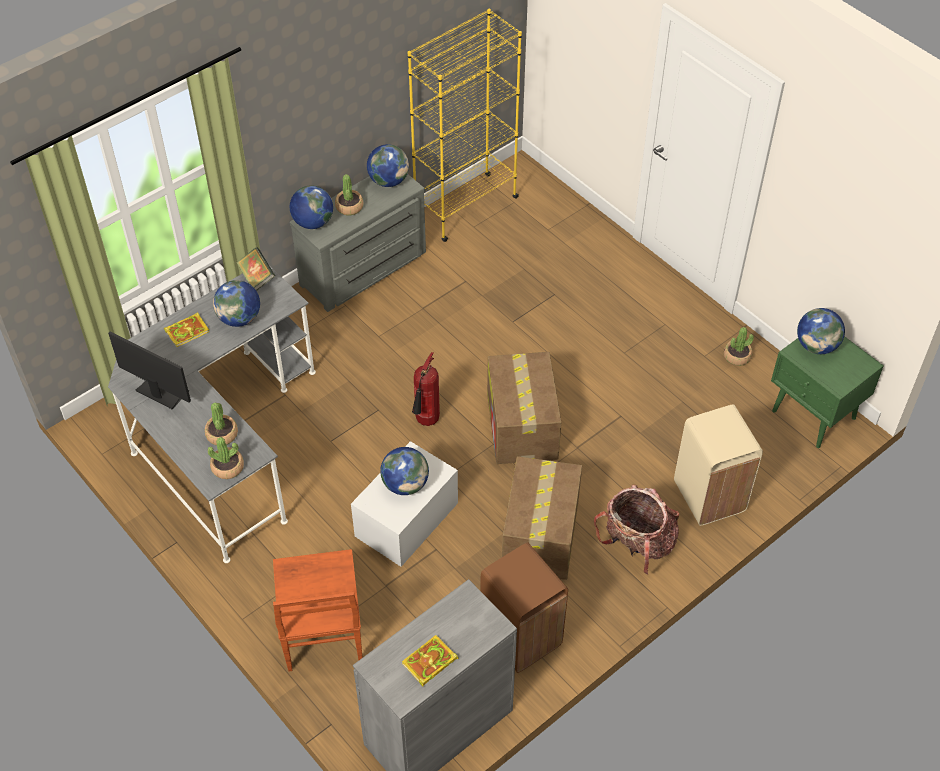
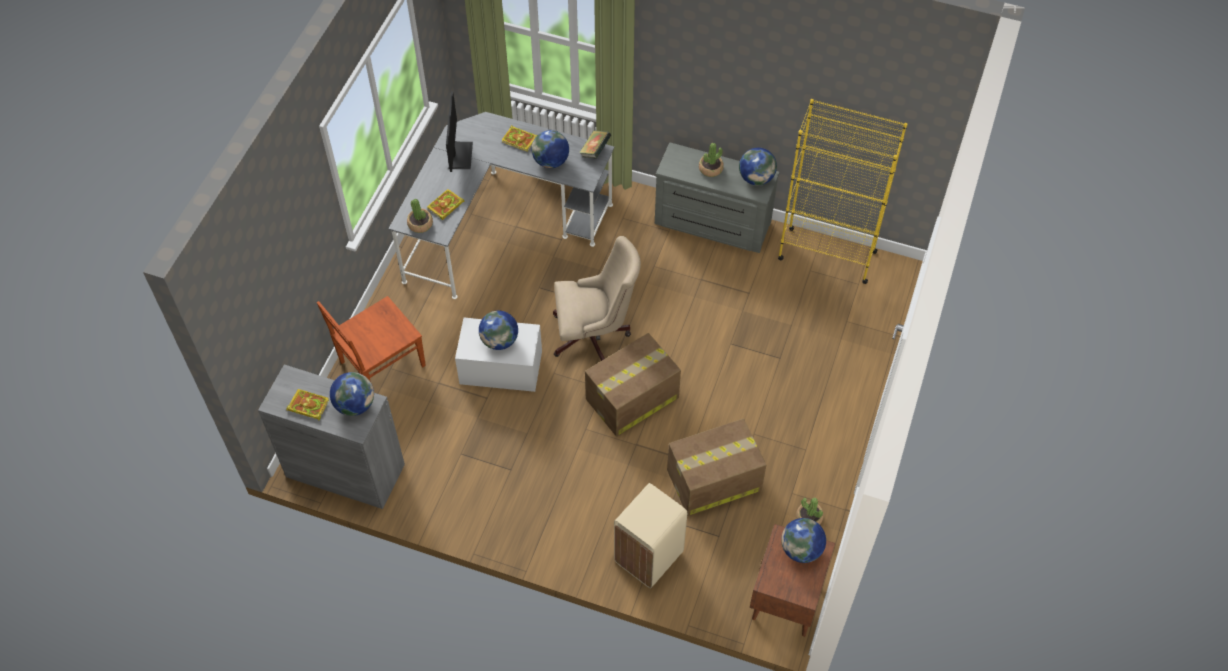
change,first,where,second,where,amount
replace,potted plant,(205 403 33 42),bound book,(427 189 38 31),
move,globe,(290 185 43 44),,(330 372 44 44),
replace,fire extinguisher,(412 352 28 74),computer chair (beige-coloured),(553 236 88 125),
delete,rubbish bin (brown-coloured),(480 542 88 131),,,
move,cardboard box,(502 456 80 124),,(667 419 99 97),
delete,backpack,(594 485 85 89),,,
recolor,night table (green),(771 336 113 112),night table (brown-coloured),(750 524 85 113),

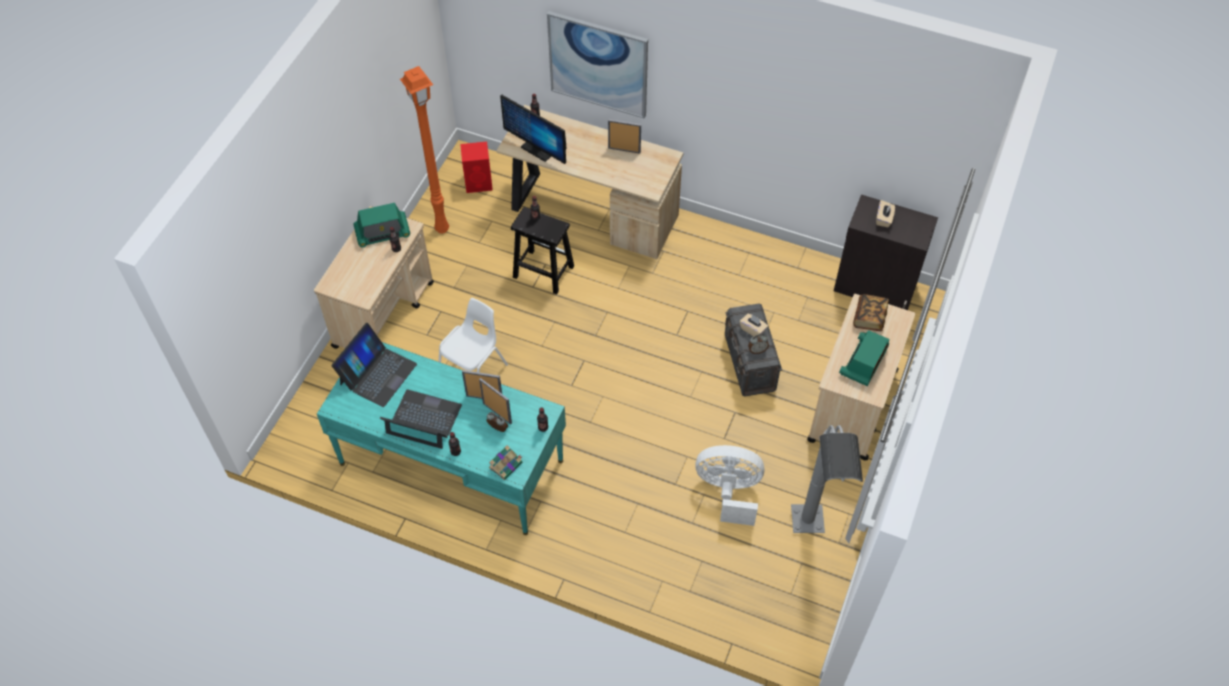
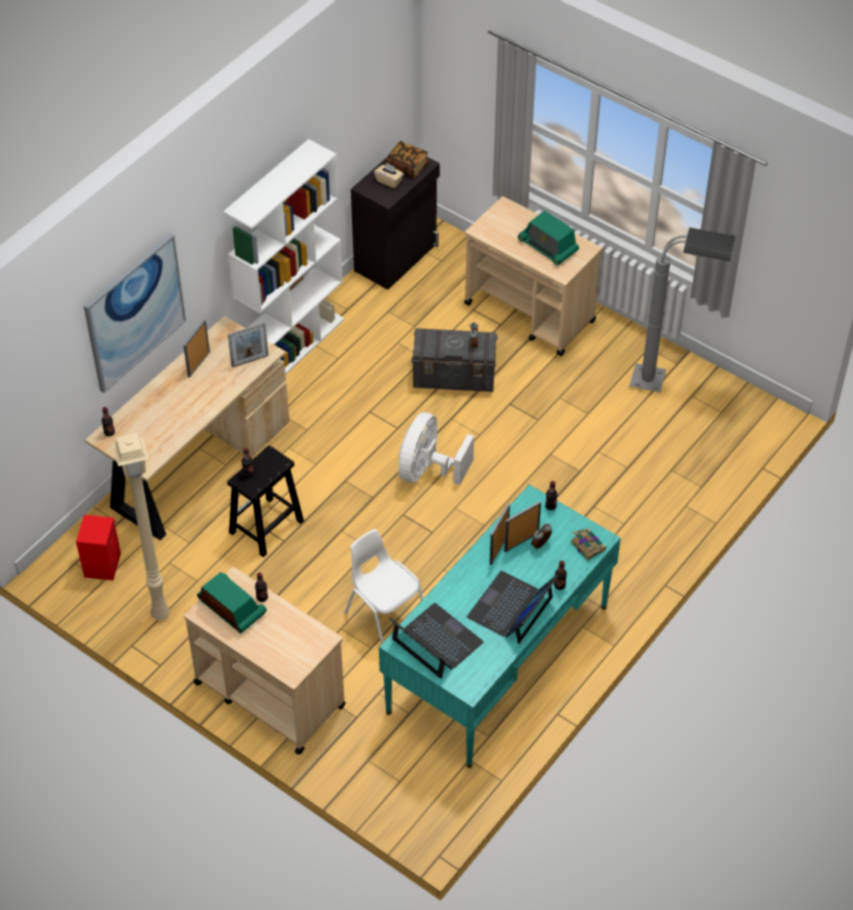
change,first,where,second,where,amount
rotate,radio receiver,(353 203 57 45),,(197 572 70 61),45 degrees counterclockwise
recolor,floor lamp (orange-coloured),(400 66 49 168),floor lamp (beige-coloured),(112 433 58 188),
delete,computer screen,(500 95 66 69),,,
move,fan (whitish),(695 445 69 81),,(398 412 76 73),
delete,box of tissues (beige-coloured),(740 313 28 24),,,
move,bound book,(853 294 36 37),,(386 141 43 37),
insert,,,shelving unit (whitish),(223 139 122 235),
insert,,,picture frame,(228 322 41 45),

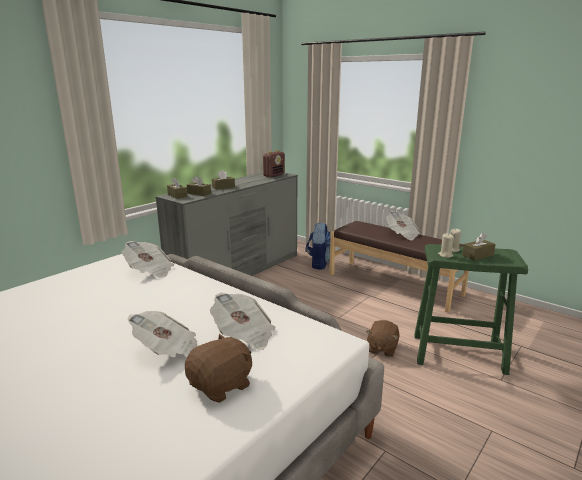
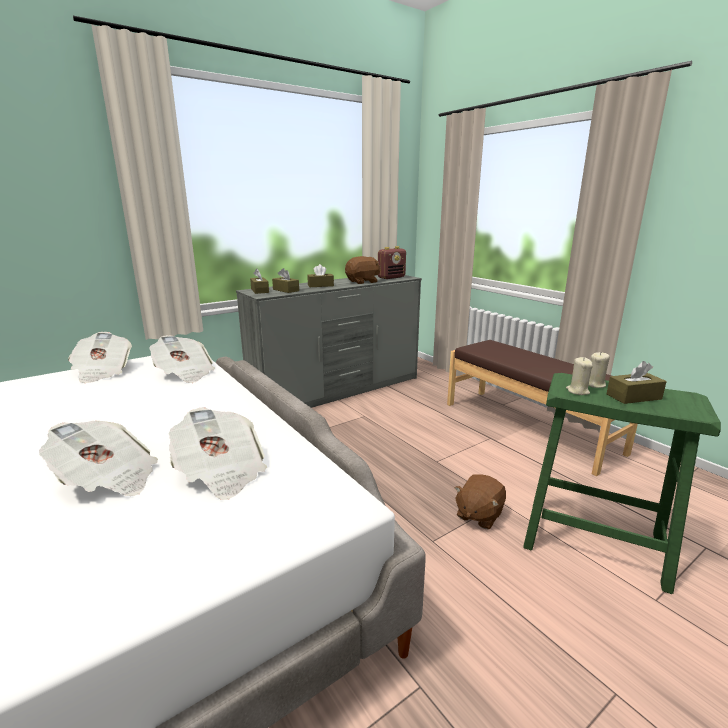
change,first,where,second,where,amount
move,plush toy (brown-coloured),(185 333 67 70),,(345 256 36 28),
delete,backpack,(306 222 25 48),,,
move,daily paper,(386 211 35 29),,(68 332 64 51),

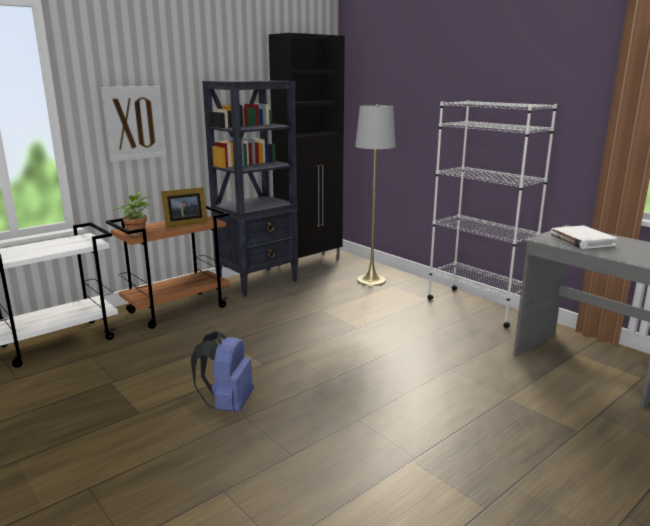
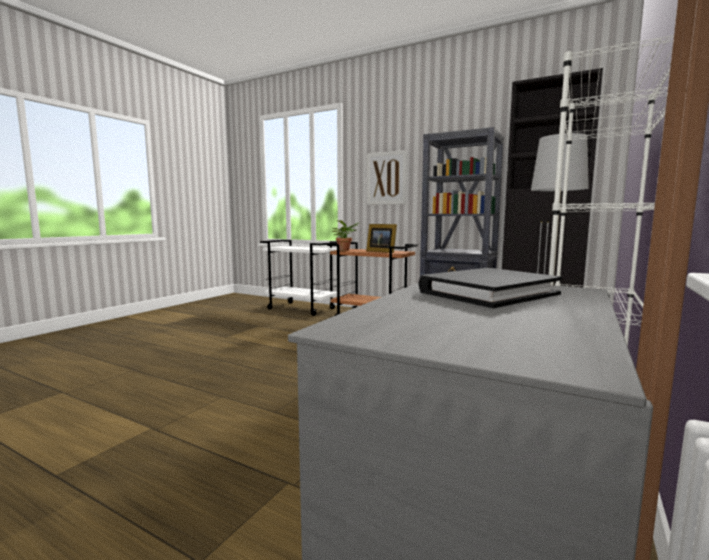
change,first,where,second,where,amount
delete,backpack (blue),(191 331 63 81),,,
recolor,bound book (whitish),(550 225 68 24),bound book (black),(419 268 143 40),

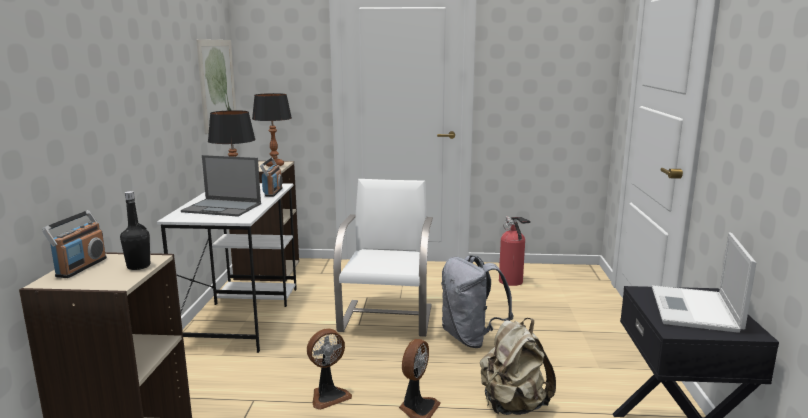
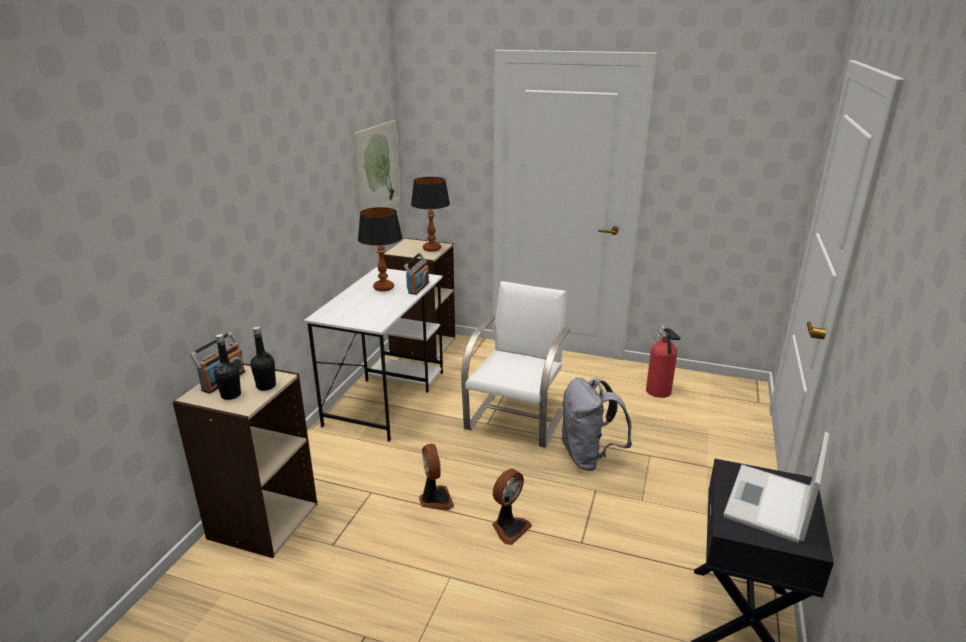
change,first,where,second,where,amount
delete,notebook computer,(181 155 80 62),,,
rotate,fan,(307 328 45 82),,(419 444 35 66),90 degrees counterclockwise
delete,backpack (beige-coloured),(480 318 76 97),,,
insert,,,beverage bottle (black),(214 334 27 66),

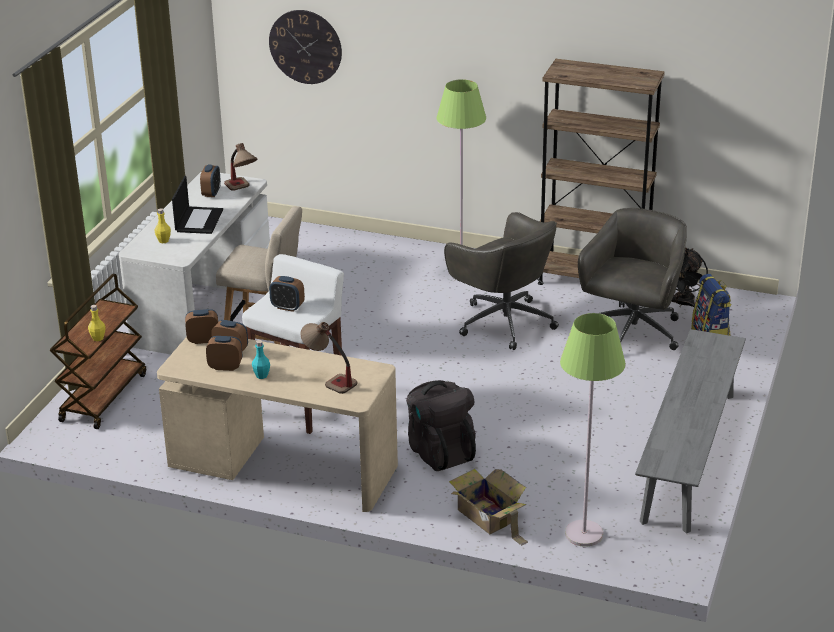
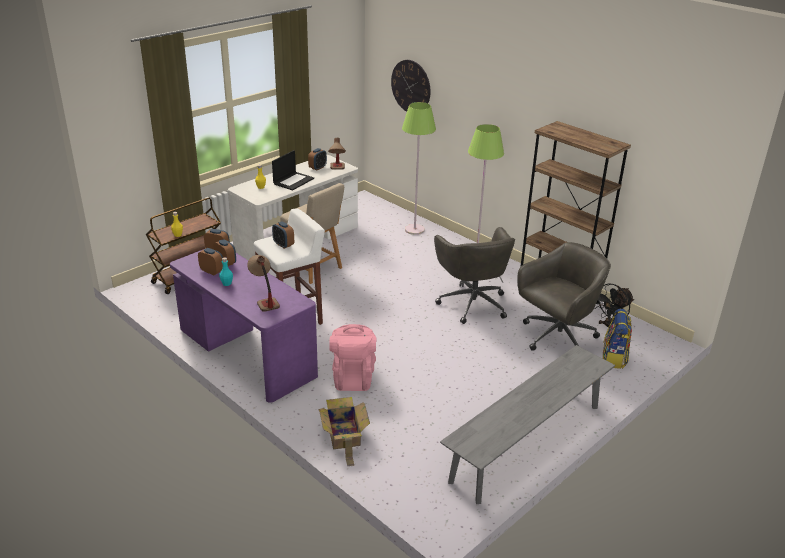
change,first,where,second,where,amount
recolor,desk unit (beige-coloured),(157 337 241 175),desk unit (purple-coloured),(170 249 148 154),
recolor,backpack (black),(406 380 70 91),backpack (pink-coloured),(329 324 48 67),
move,floor lamp (green),(560 313 66 234),,(402 102 34 133),

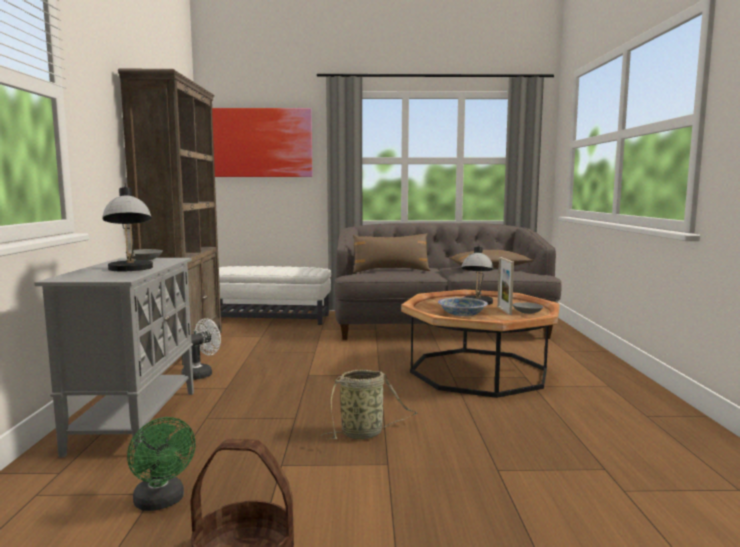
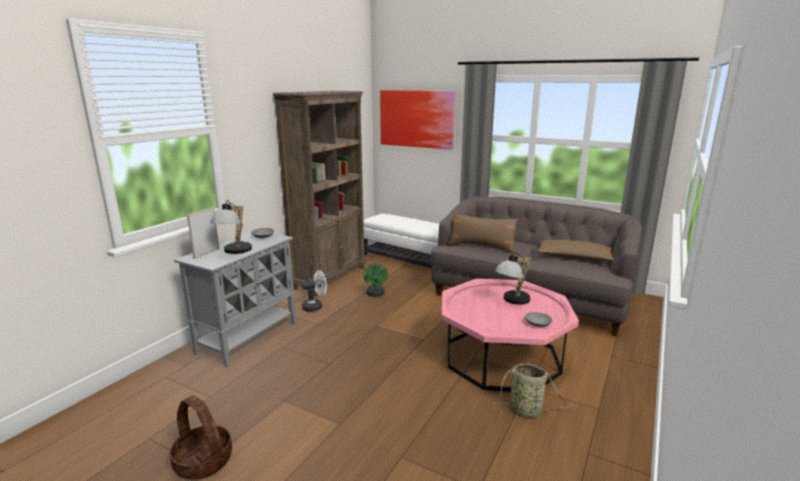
change,first,where,second,where,amount
move,fan (green),(127 417 69 94),,(363 263 25 34),
move,basket,(321 370 96 69),,(493 364 83 54),
recolor,low table (brown-coloured),(401 290 159 108),low table (pink-coloured),(442 279 137 113),
delete,serving bowl,(438 297 50 19),,,
move,picture frame,(497 257 17 58),,(187 207 32 52),

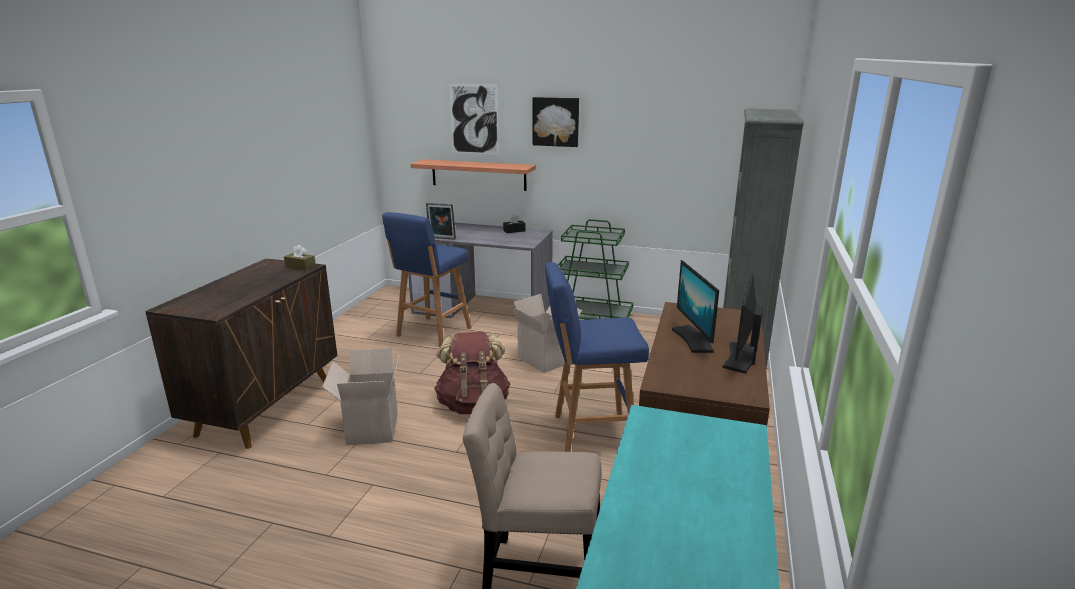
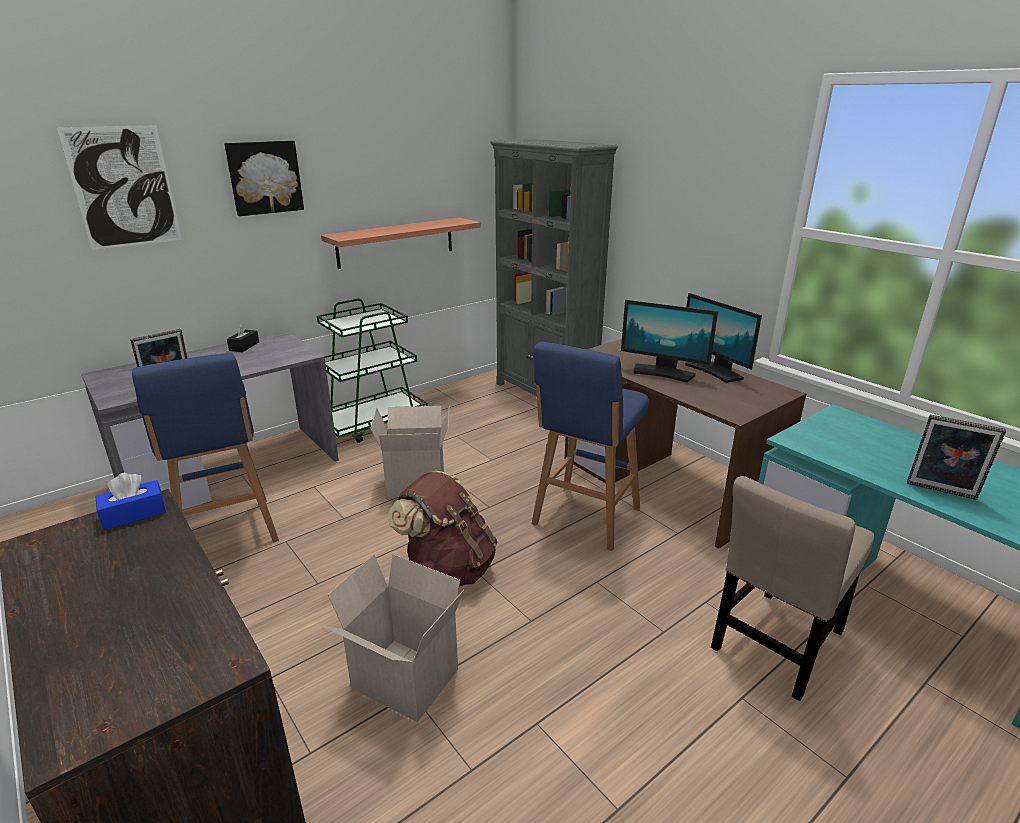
change,first,where,second,where,amount
recolor,box of tissues (brown-coloured),(284 245 32 26),box of tissues (blue),(95 473 71 57),
move,wall shelf,(411 159 125 32),,(321 217 159 52),
insert,,,picture frame,(907 415 99 85),

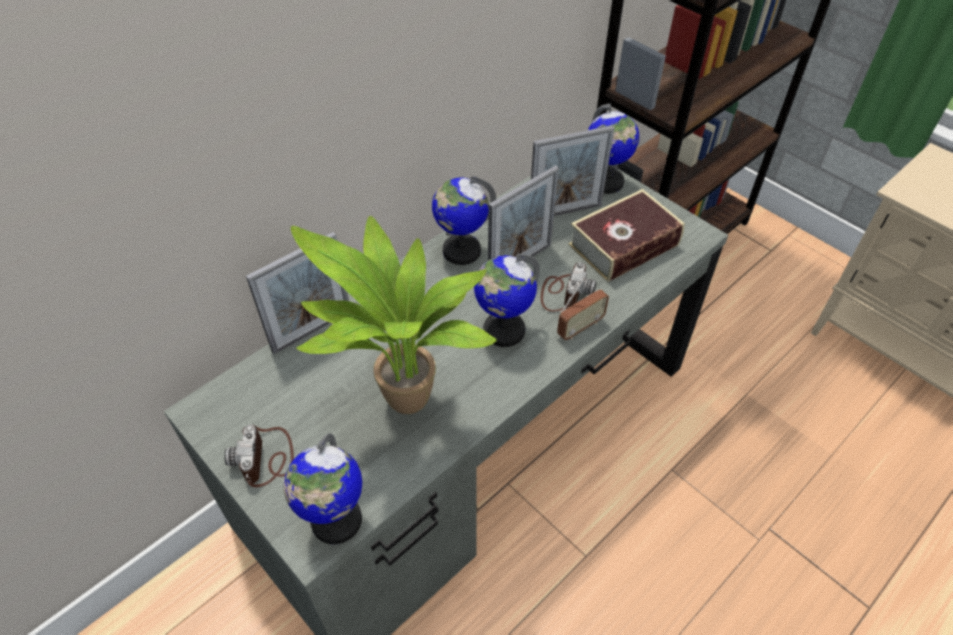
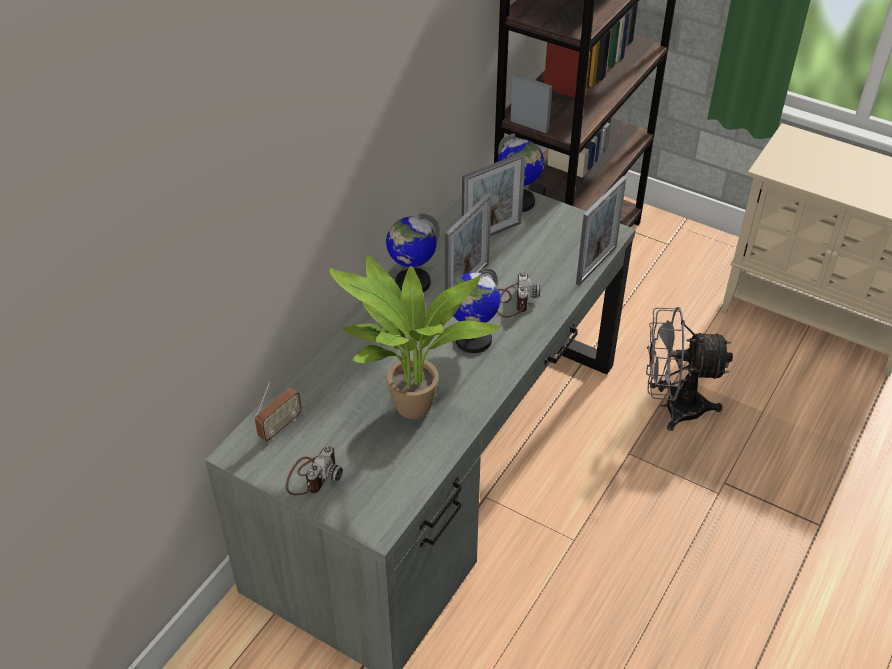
change,first,where,second,where,amount
rotate,photo camera,(224 424 70 63),,(286 446 57 49),135 degrees counterclockwise
move,picture frame,(246 232 103 122),,(576 176 50 110),
delete,globe,(284 433 78 111),,,
move,radio receiver,(557 278 52 62),,(255 381 47 60),
delete,bound book,(568 189 117 93),,,
insert,,,fan (greyish),(646 307 87 124),

